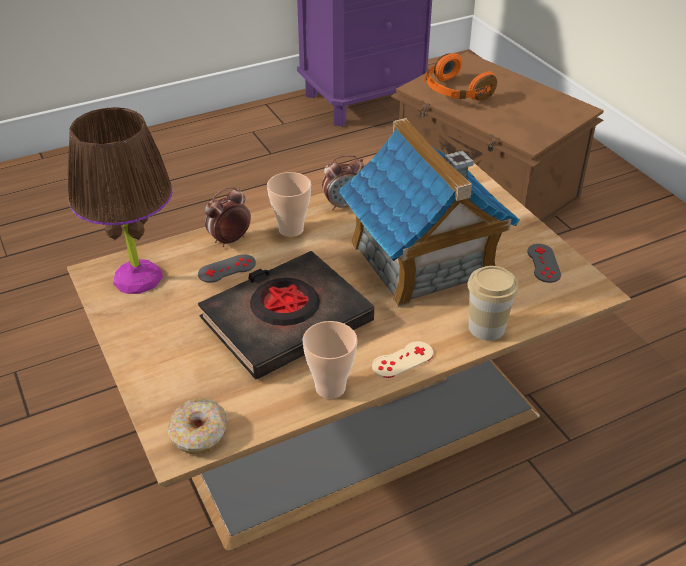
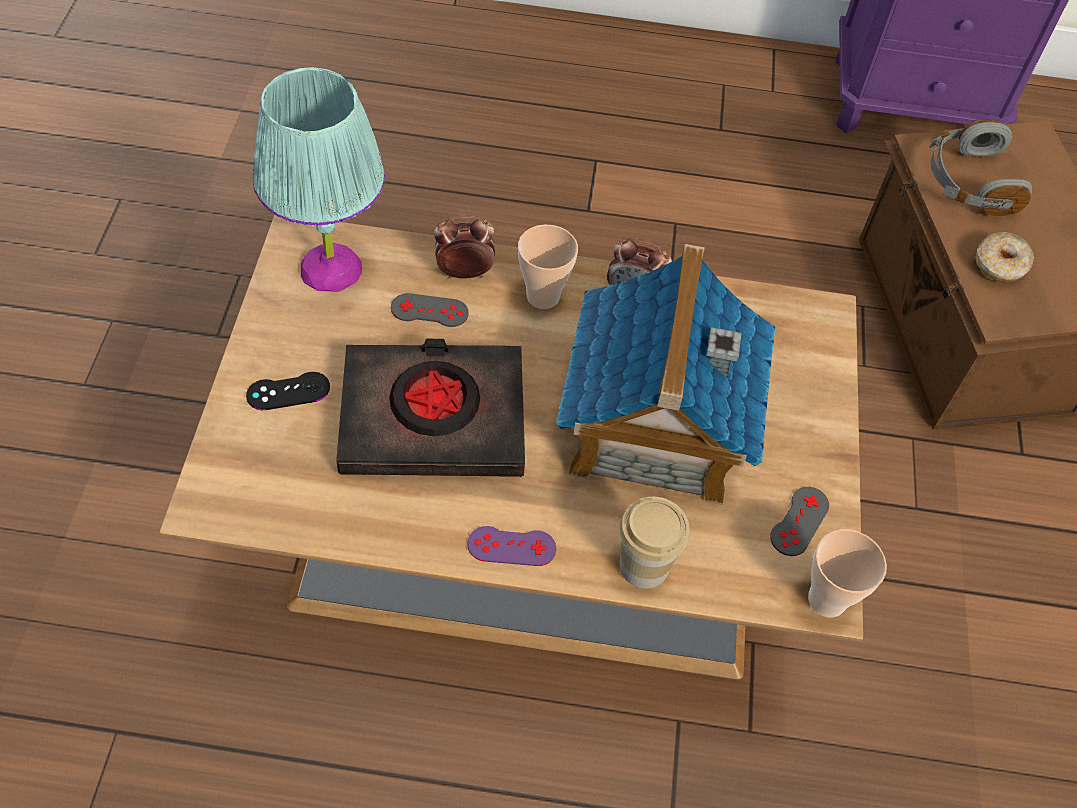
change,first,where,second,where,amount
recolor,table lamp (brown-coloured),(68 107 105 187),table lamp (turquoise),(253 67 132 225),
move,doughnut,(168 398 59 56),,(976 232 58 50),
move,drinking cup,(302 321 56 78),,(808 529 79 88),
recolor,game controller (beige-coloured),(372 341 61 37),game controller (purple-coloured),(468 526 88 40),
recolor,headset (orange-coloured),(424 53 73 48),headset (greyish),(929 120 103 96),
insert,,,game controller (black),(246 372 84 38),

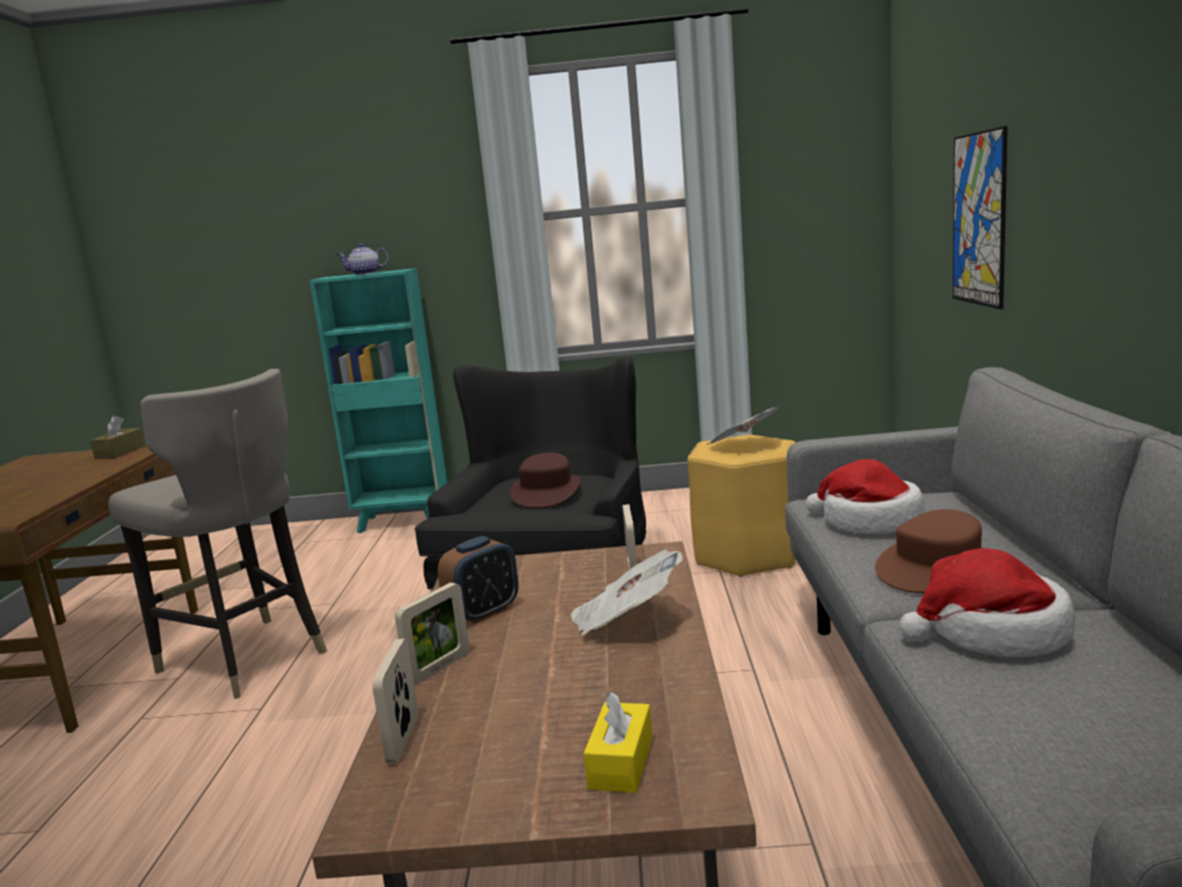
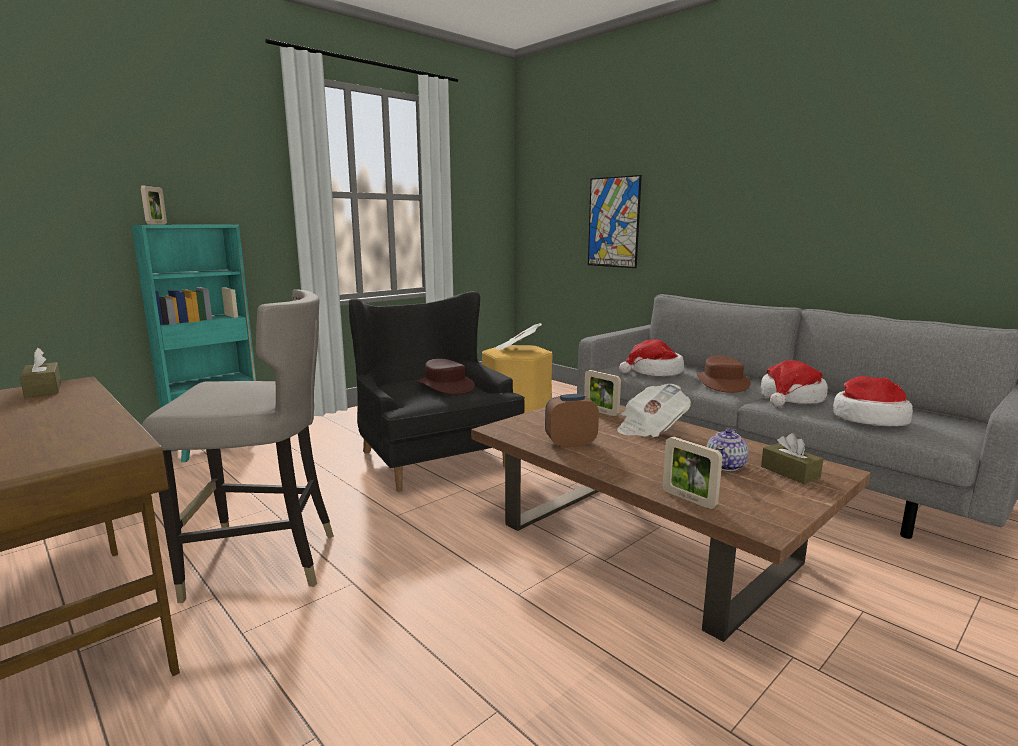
change,first,where,second,where,amount
move,tea pot,(337 244 52 31),,(706 429 43 42),
move,picture frame,(395 583 74 102),,(141 185 26 40),
rotate,bedside clock,(438 536 81 88),,(545 394 54 54),105 degrees counterclockwise
recolor,box of tissues (yellow),(583 691 70 102),box of tissues (brown-coloured),(761 433 62 51),
insert,,,clothing hat,(833 376 80 50),

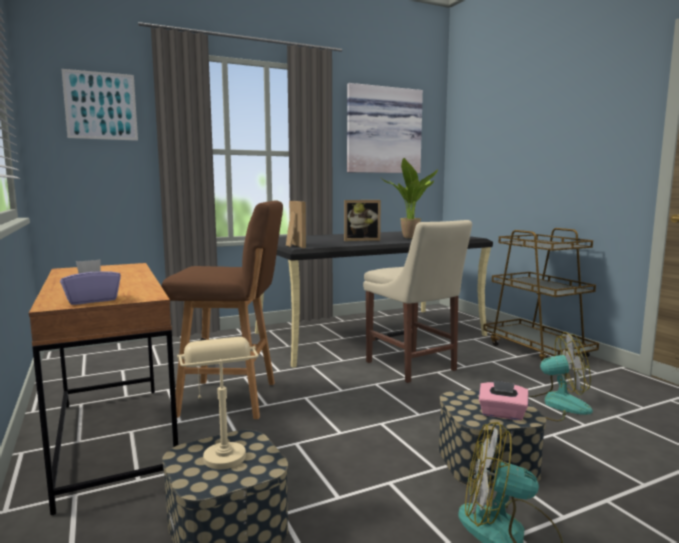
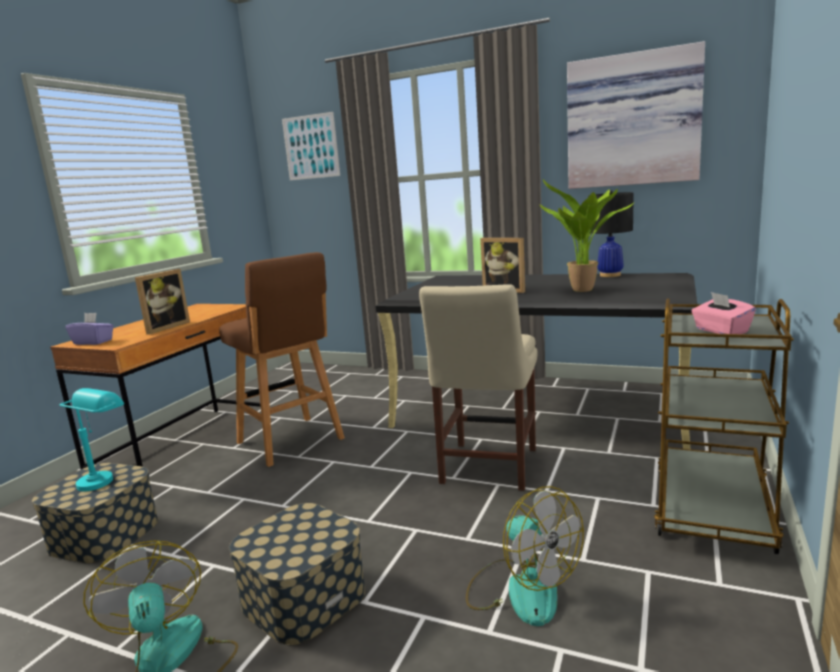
change,first,where,second,where,amount
recolor,table lamp (beige-coloured),(177 337 82 132),table lamp (turquoise),(60 388 64 103),
move,picture frame,(286 201 20 47),,(135 269 55 66),
move,box of tissues (pink-coloured),(479 380 49 40),,(692 292 64 42),
insert,,,table lamp (black),(588 190 46 87),

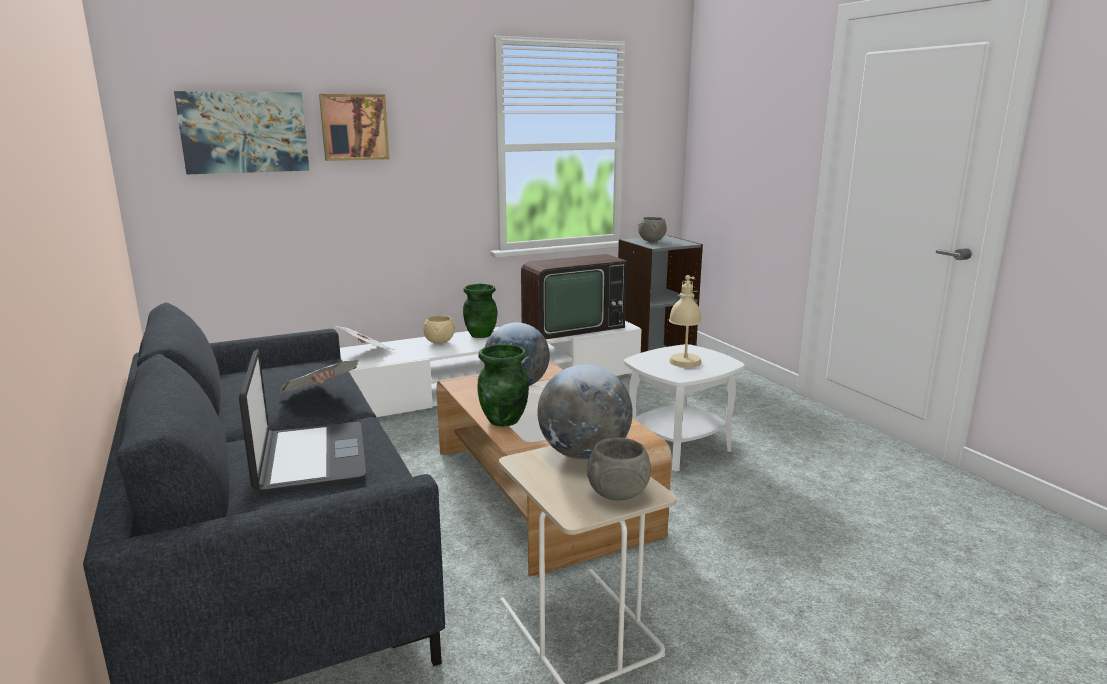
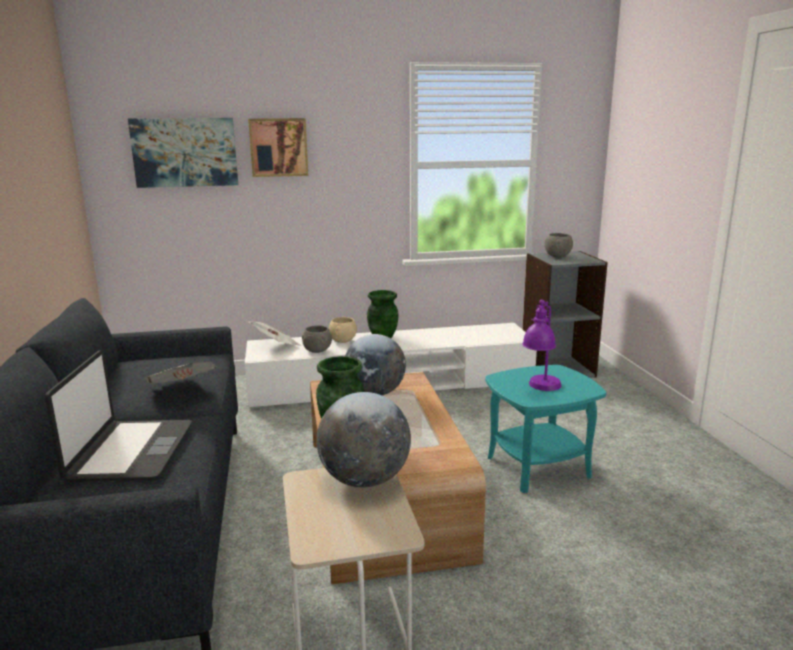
change,first,where,second,where,amount
delete,TV,(521 254 106 85),,,
move,serving bowl (greyish),(587 437 64 63),,(302 325 30 28),
recolor,accent table (whitish),(624 344 121 128),accent table (turquoise),(485 365 121 128),
recolor,table lamp (beige-coloured),(669 275 33 93),table lamp (purple-coloured),(522 299 39 92),

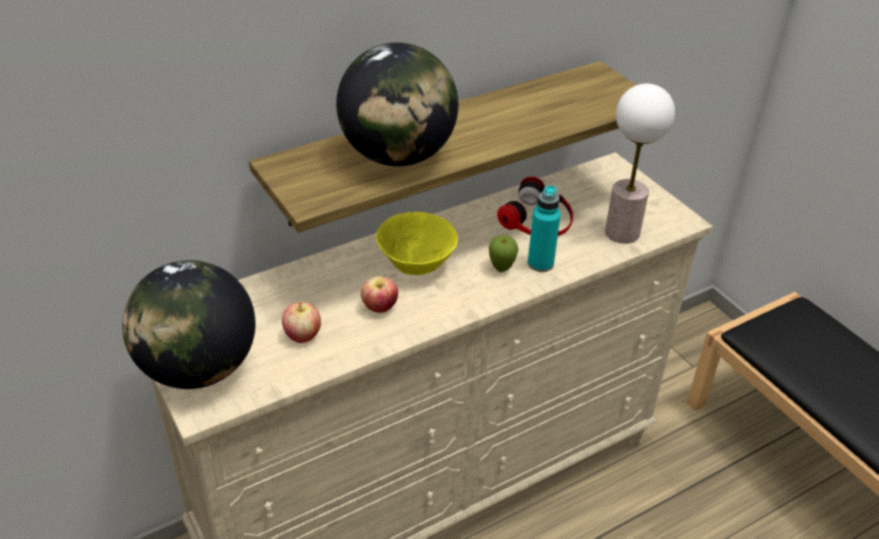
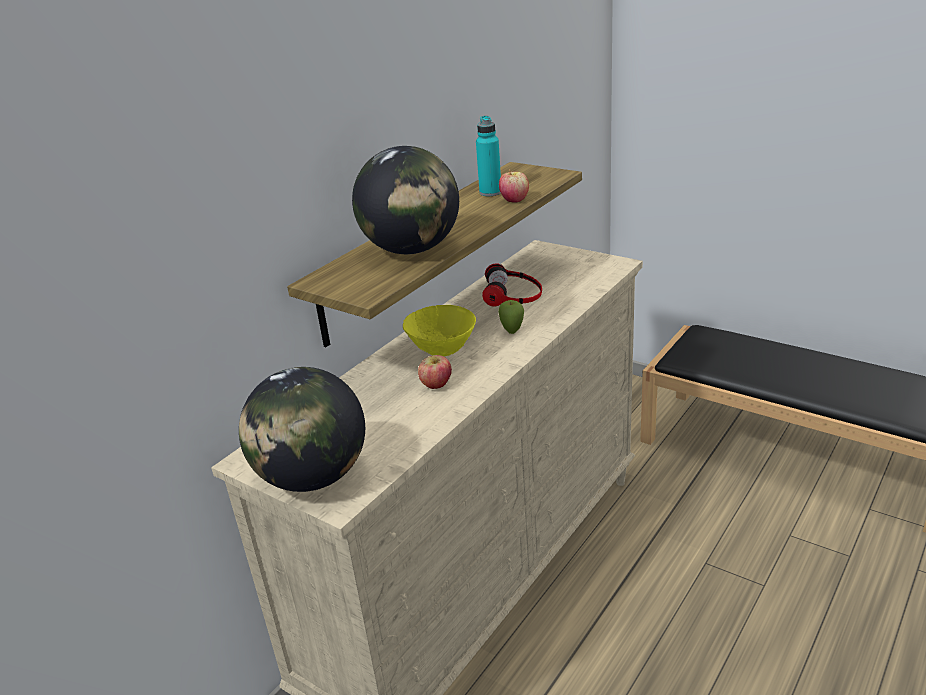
change,first,where,second,where,amount
move,apple,(282 301 39 42),,(499 169 30 34),
move,beverage bottle (turquoise),(528 185 33 87),,(476 116 25 80),
delete,table lamp,(605 84 70 160),,,

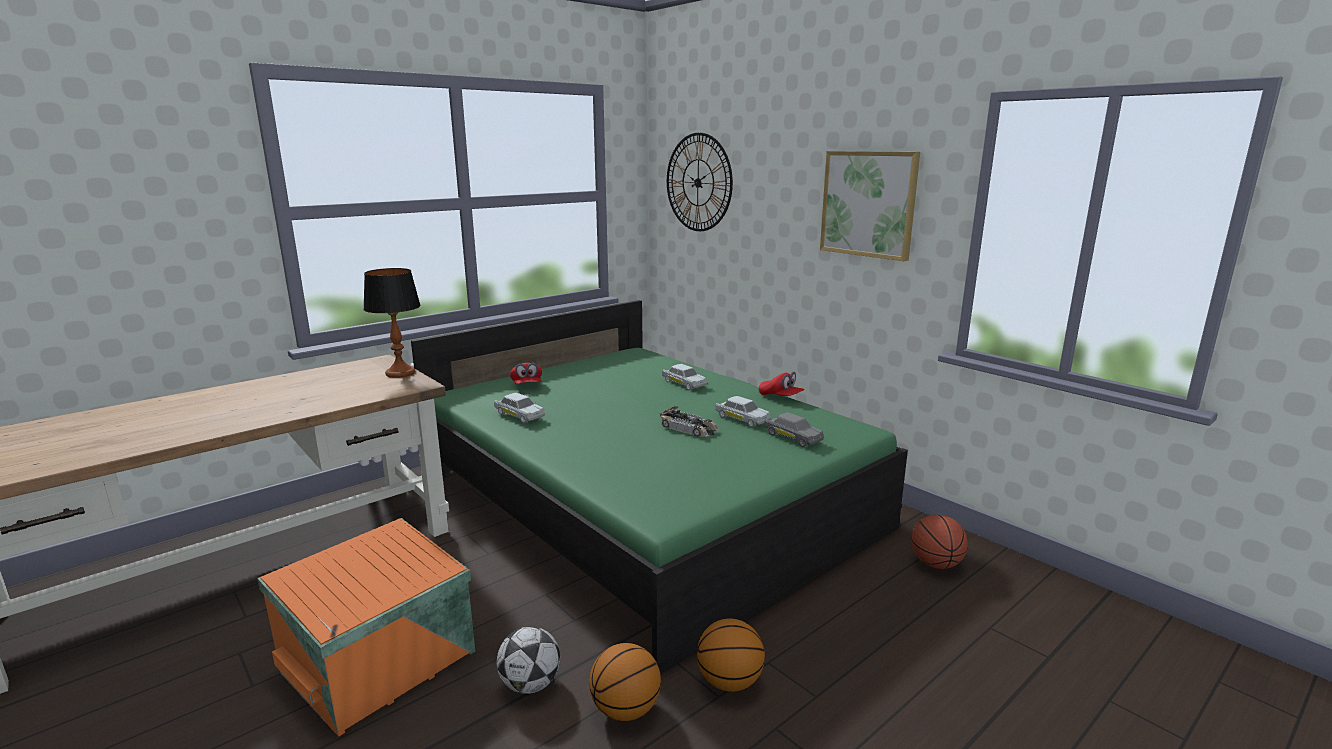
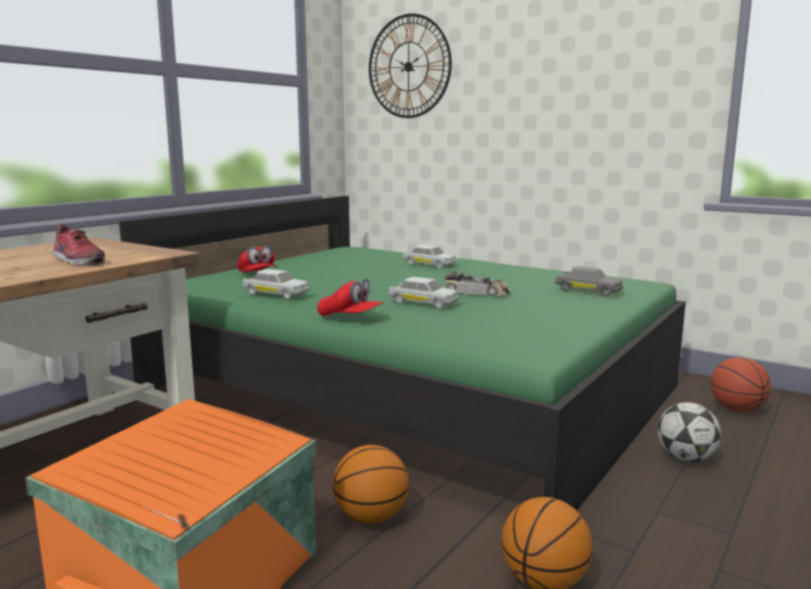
change,first,where,second,where,amount
delete,table lamp,(363 268 58 110),,,
move,football,(497 626 63 68),,(658 402 63 60),
move,basketball,(697 618 68 74),,(333 445 76 79),
move,miniature car (whitish),(715 396 56 31),,(388 277 71 32),
move,baseball cap (red-coloured),(759 372 46 24),,(317 278 66 39),
delete,wall art,(820 151 100 110),,,
insert,,,low shoe,(51 224 54 42),

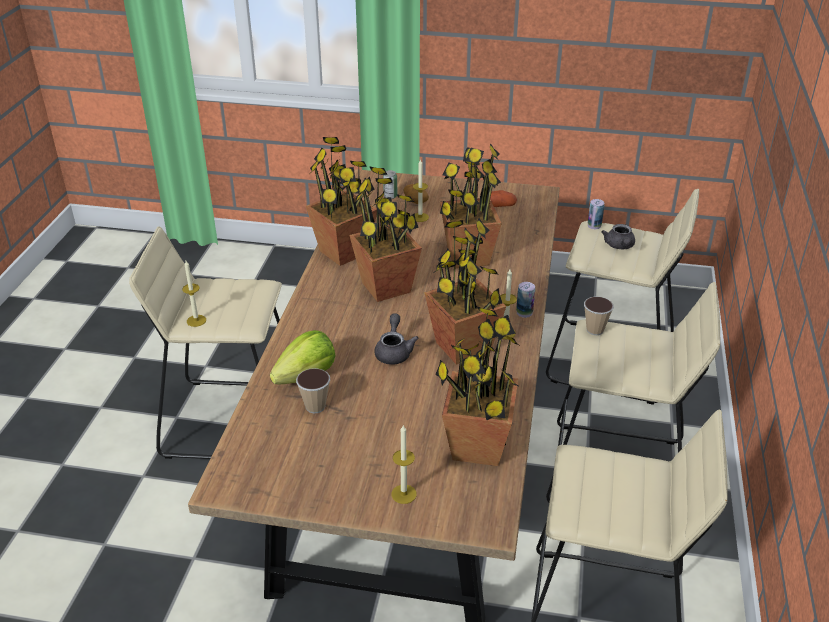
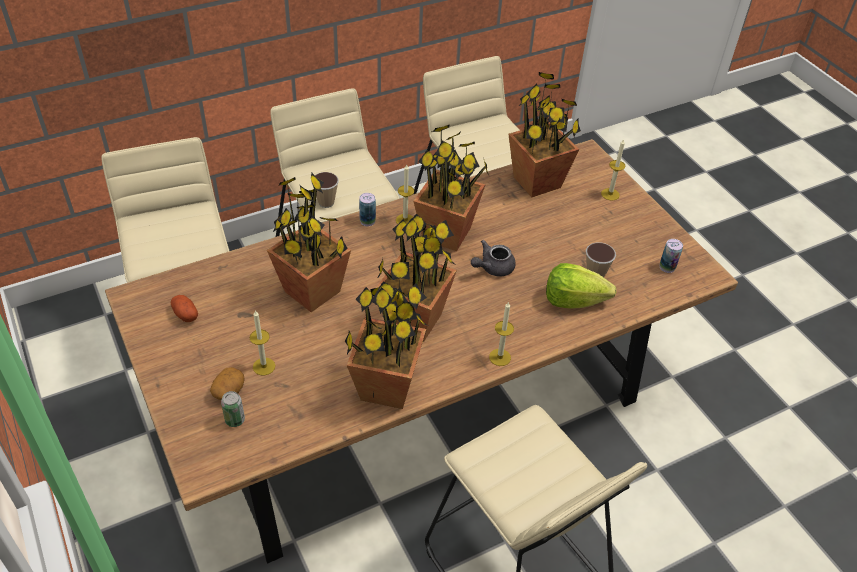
change,first,where,second,where,amount
move,wax candle,(182 261 24 66),,(489 302 25 64),
move,metal can,(588 199 16 30),,(660 239 23 34),
delete,tea pot (greyish),(601 224 34 25),,,

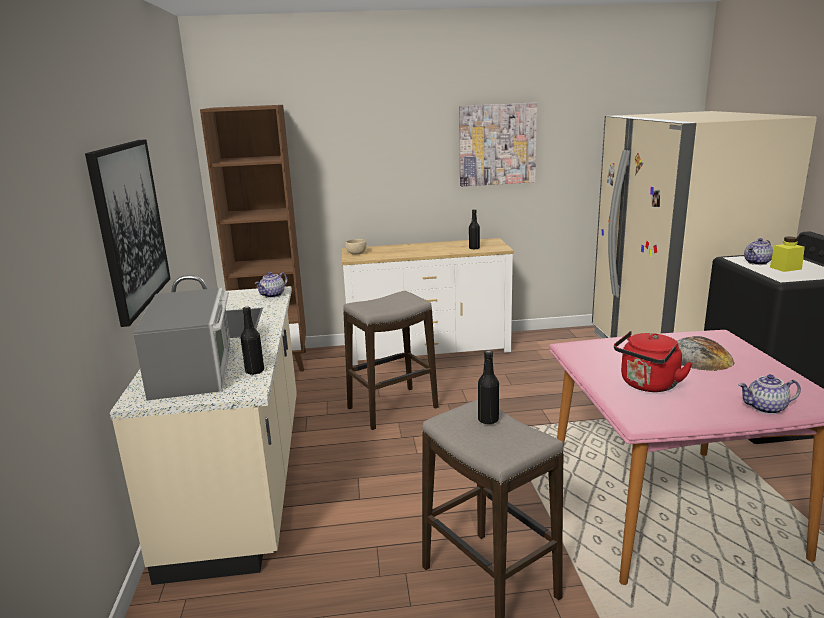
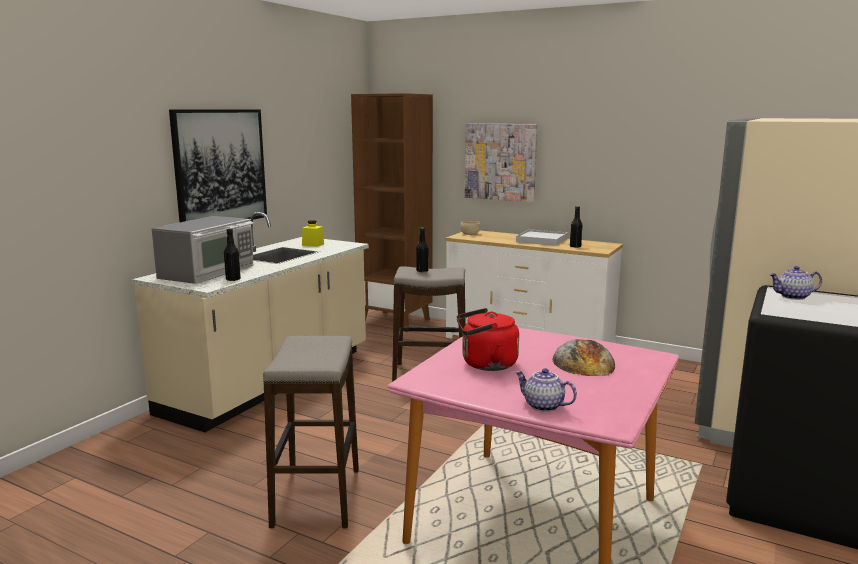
change,first,where,second,where,amount
delete,tea pot,(254 272 33 26),,,
move,wall art,(459 103 78 83),,(465 123 72 79),
move,beverage bottle (black),(478 350 21 74),,(416 227 13 45),
move,preserve jar (yellow),(770 237 35 35),,(302 220 22 27),
insert,,,serving tray (whitish),(516 229 52 17),

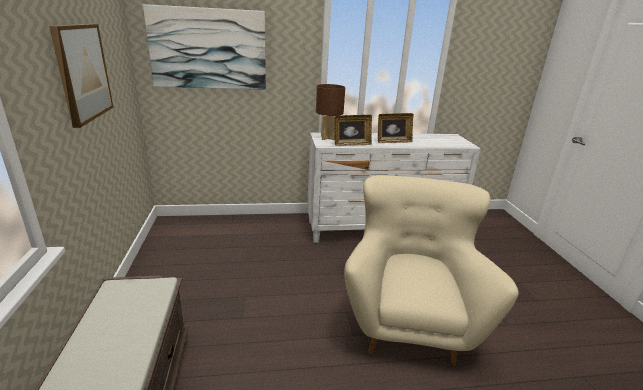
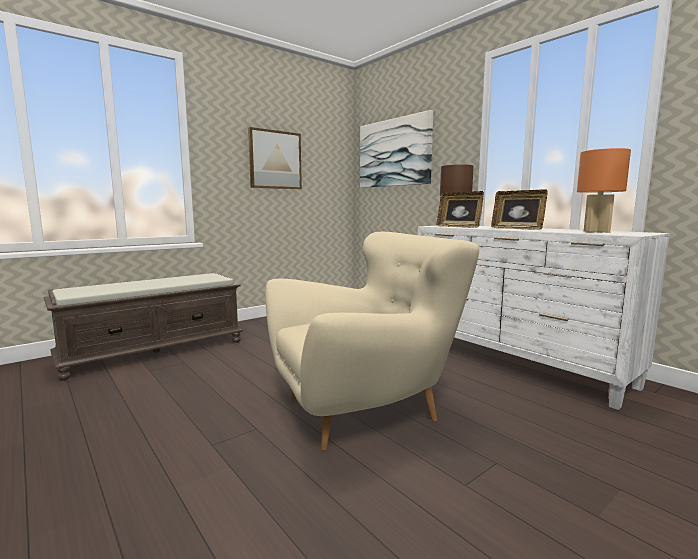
change,first,where,second,where,amount
insert,,,table lamp (orange-coloured),(577 148 54 85),

